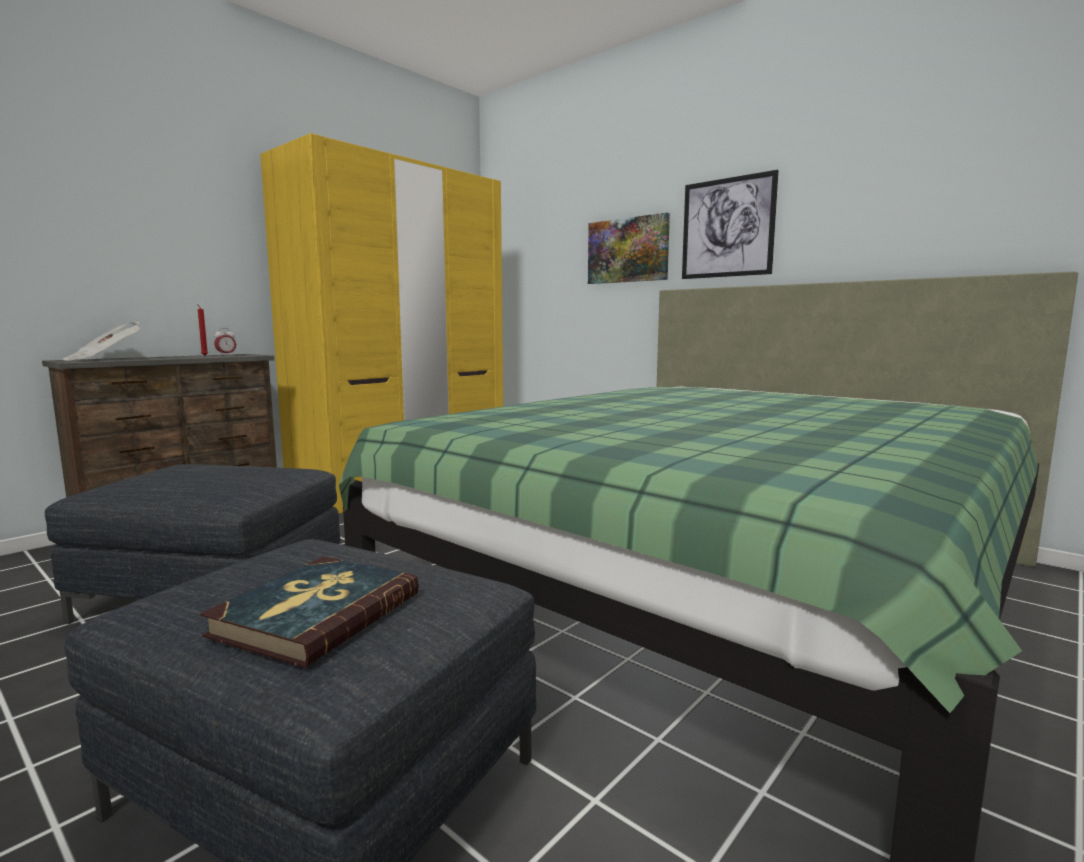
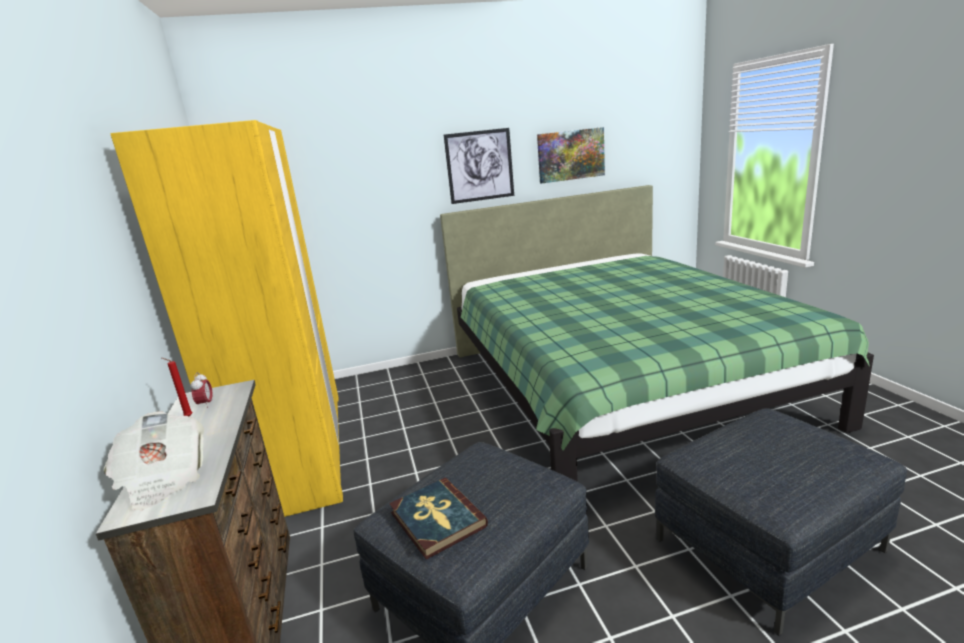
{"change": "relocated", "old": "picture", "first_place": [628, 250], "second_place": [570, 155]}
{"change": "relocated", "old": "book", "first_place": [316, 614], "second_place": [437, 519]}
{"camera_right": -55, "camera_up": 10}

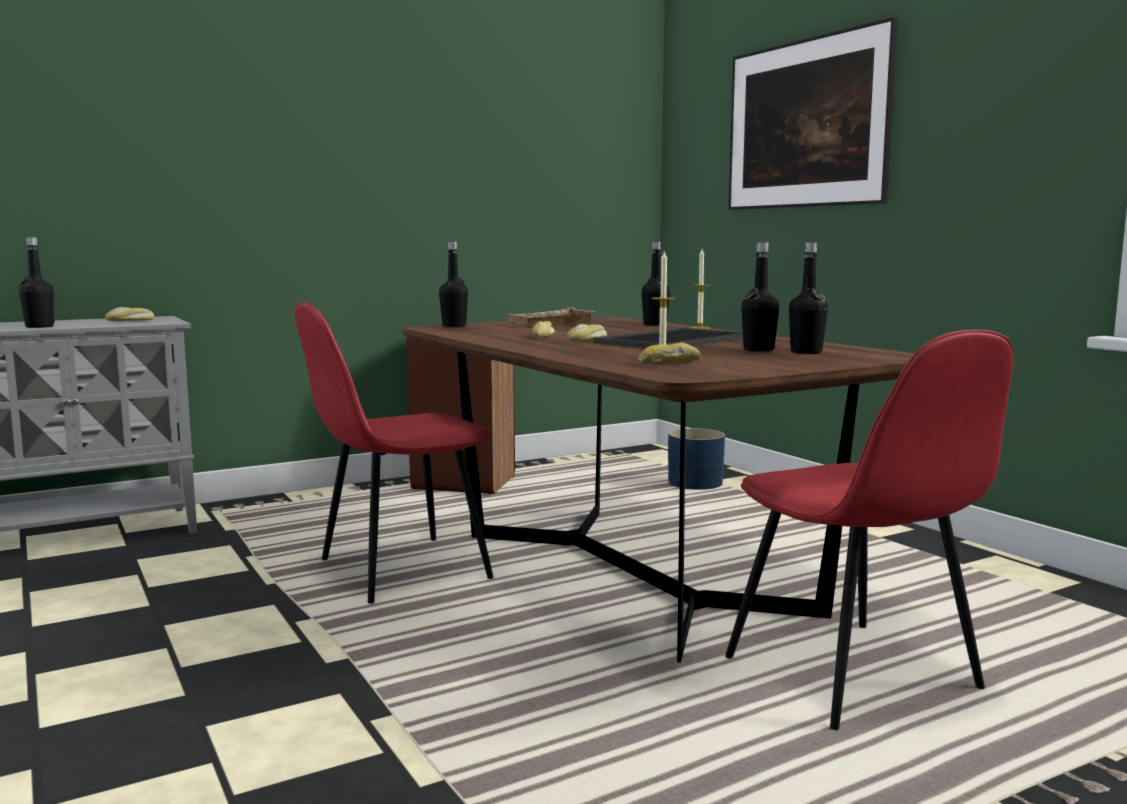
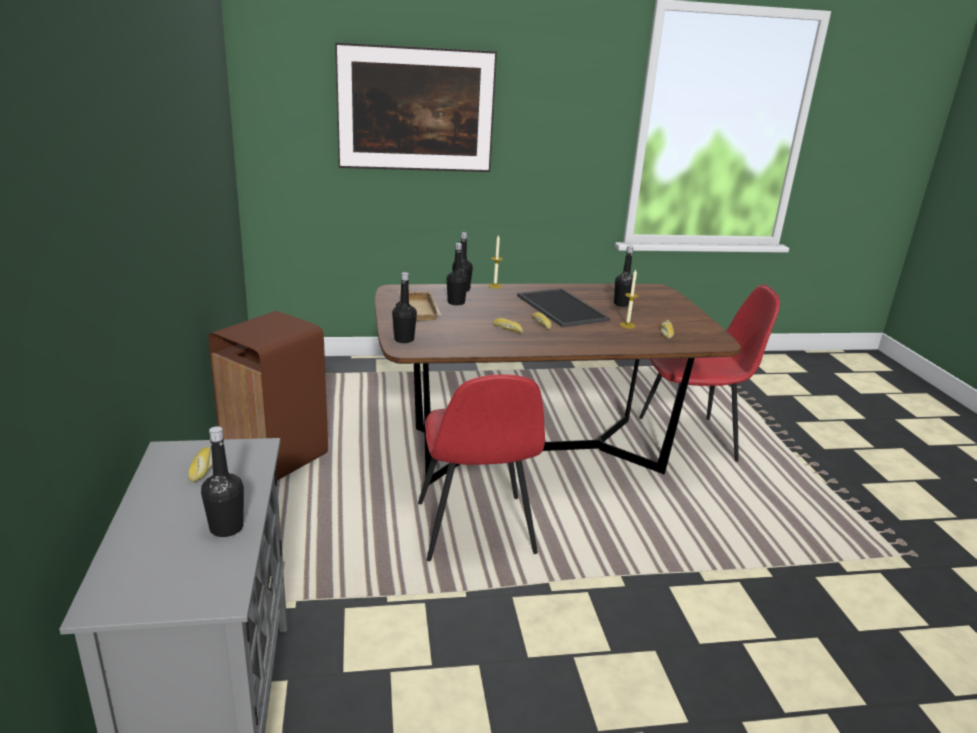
{"change": "relocated", "old": "bottle in black", "first_place": [806, 352], "second_place": [456, 302]}
{"change": "missing", "old": "planter in blue", "first_place": [695, 483]}
{"camera_right": -70, "camera_up": 15}

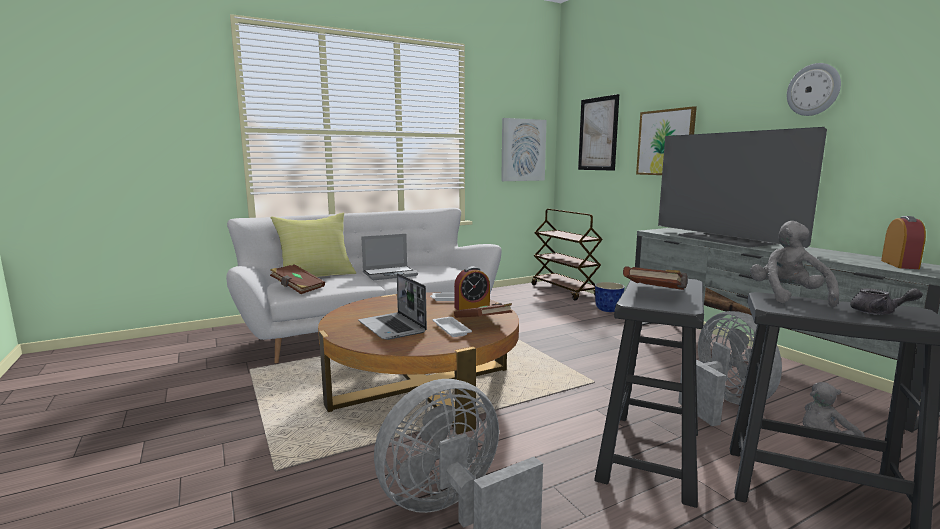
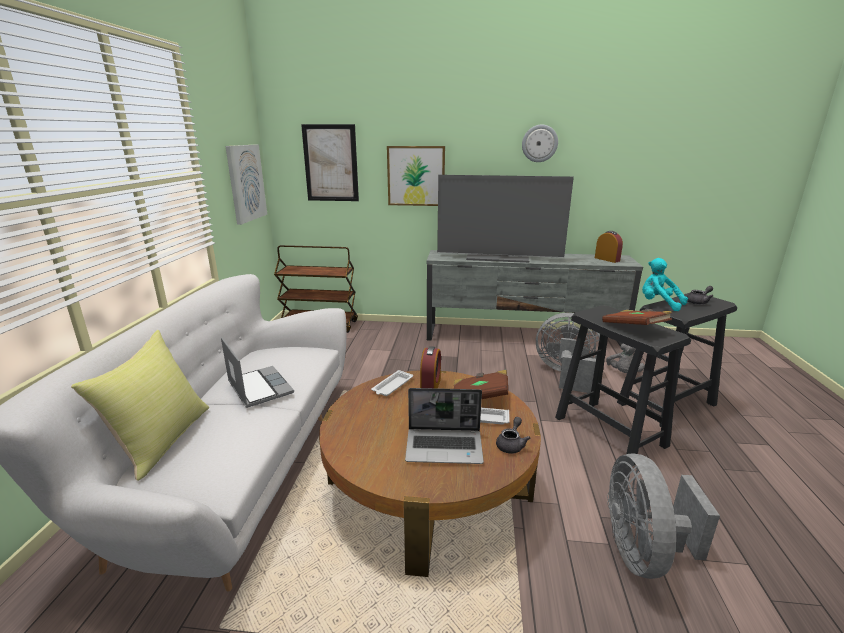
{"change": "colour", "old": "plush toy in grey", "new": "plush toy in turquoise", "first_place": [788, 297], "second_place": [658, 304]}
{"change": "spun", "old": "laptop", "first_place": [390, 274], "second_place": [258, 387], "degrees": -45}
{"change": "missing", "old": "book in brown", "first_place": [297, 288]}
{"change": "missing", "old": "planter", "first_place": [608, 310]}
{"change": "appeared", "new": "teapot in grey", "second_place": [511, 444]}
{"camera_right": -55, "camera_up": 10}

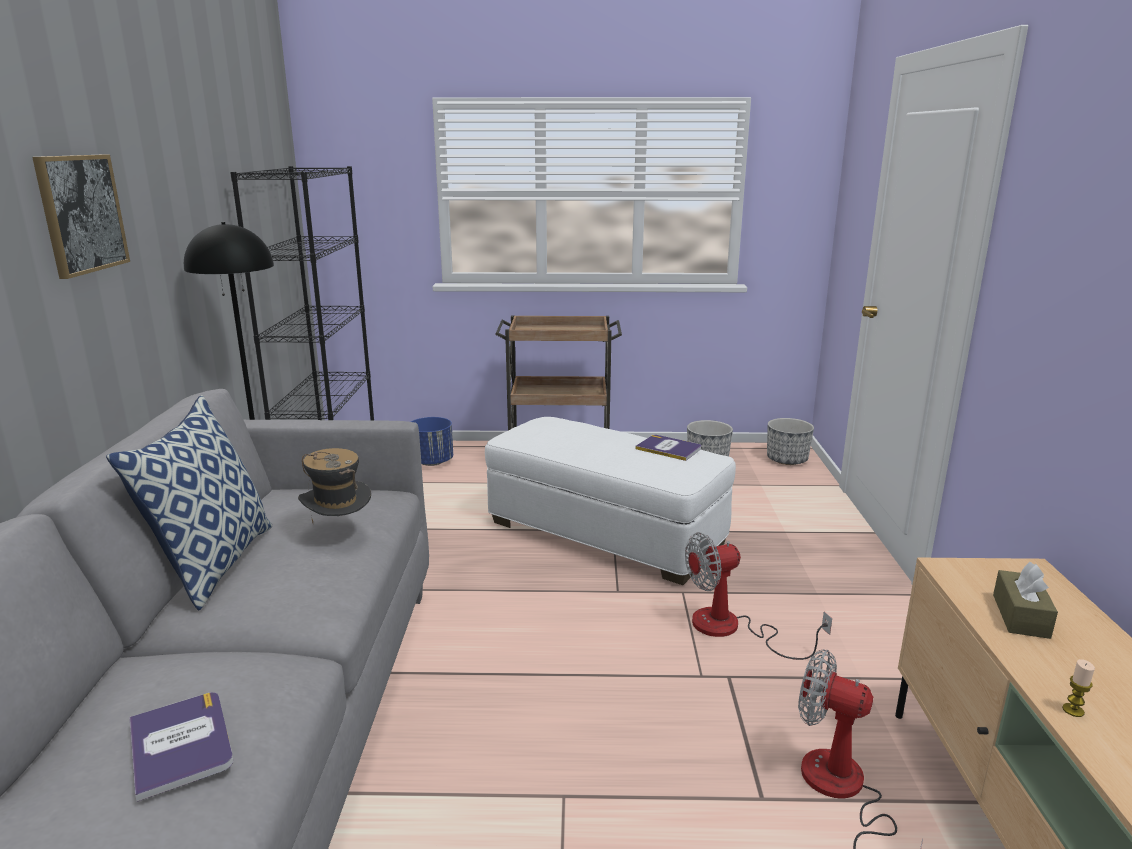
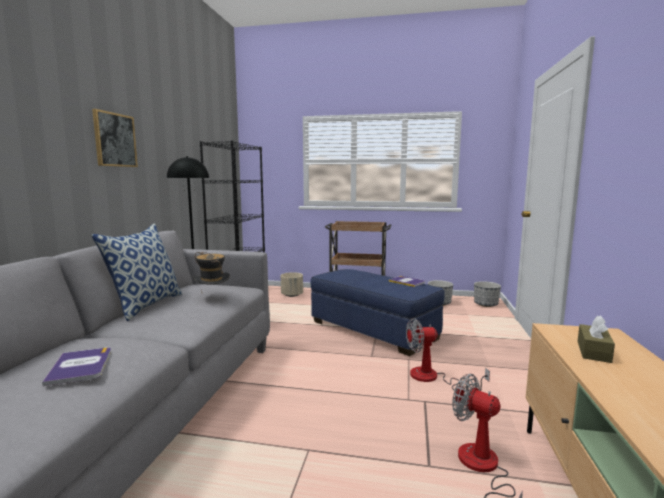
{"change": "colour", "old": "planter in blue", "new": "planter in beige", "first_place": [432, 462], "second_place": [292, 295]}
{"change": "colour", "old": "ottoman in white", "new": "ottoman in blue", "first_place": [605, 533], "second_place": [373, 330]}
{"change": "missing", "old": "candle", "first_place": [1073, 710]}
{"camera_right": 10, "camera_up": -10}

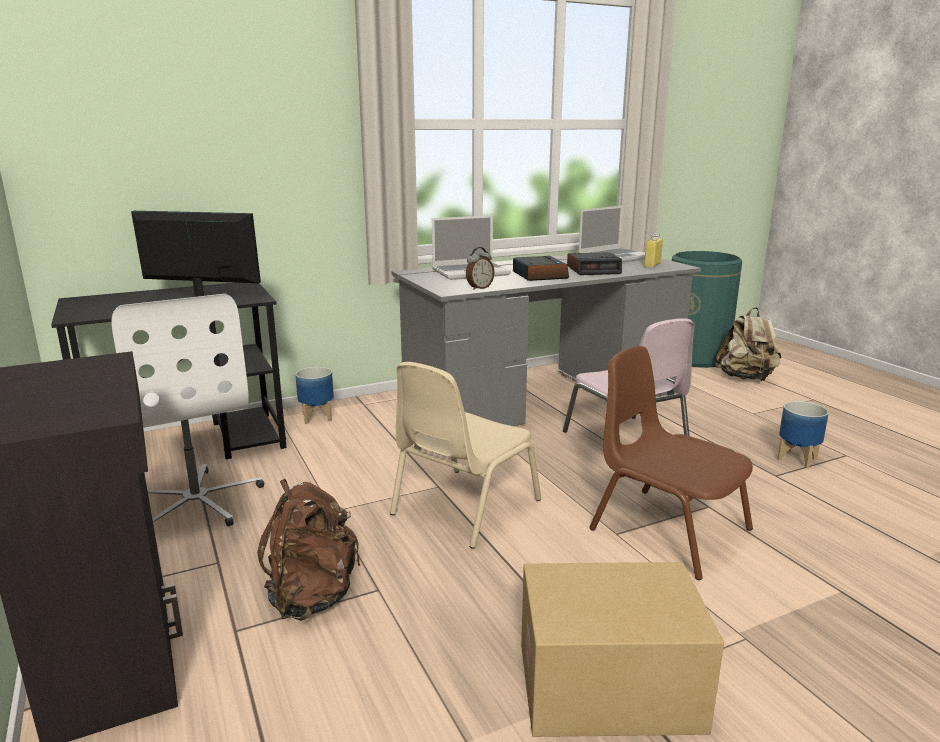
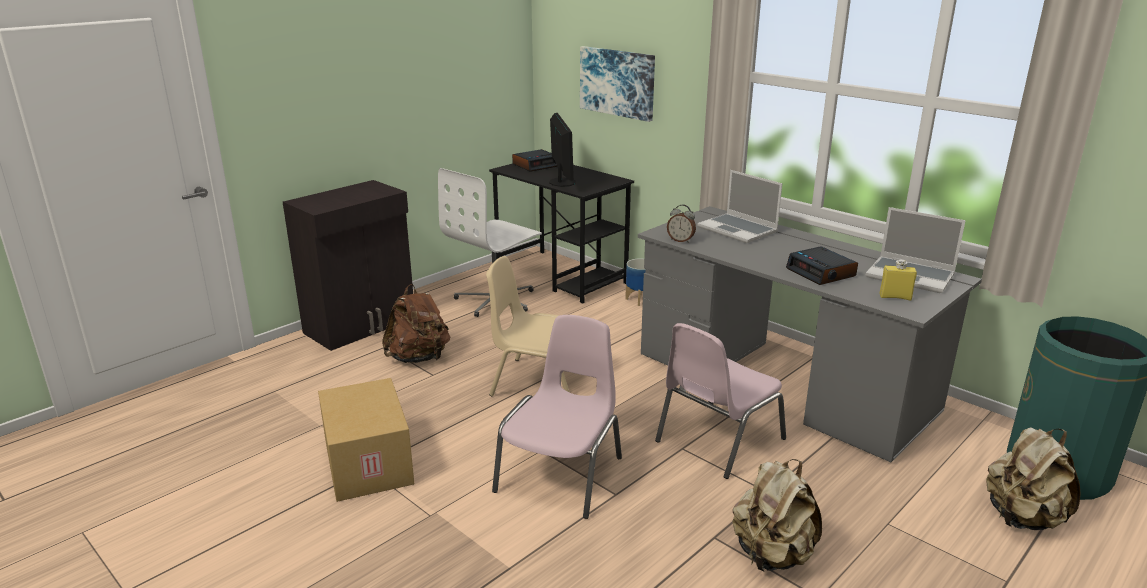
{"change": "relocated", "old": "alarm clock", "first_place": [539, 275], "second_place": [535, 165]}
{"change": "colour", "old": "chair in brown", "new": "chair in pink", "first_place": [667, 529], "second_place": [562, 474]}
{"change": "exchanged", "old": "planter", "new": "backpack in beige", "first_place": [797, 459], "second_place": [772, 555]}
{"change": "appeared", "new": "picture", "second_place": [617, 82]}
{"camera_right": 70, "camera_up": 5}

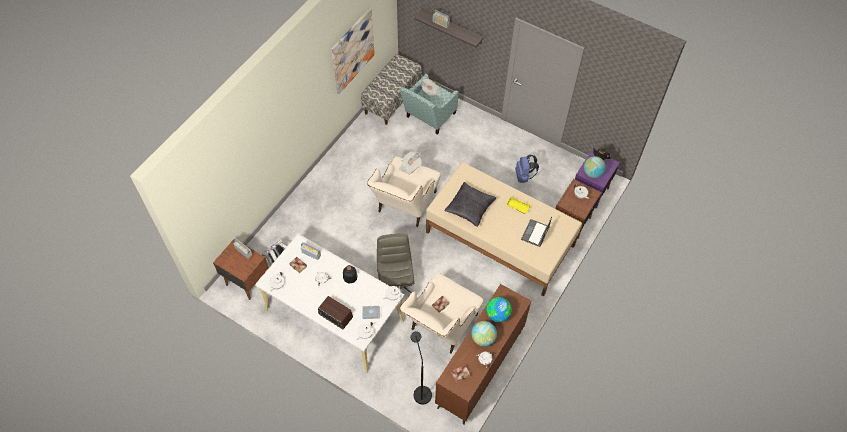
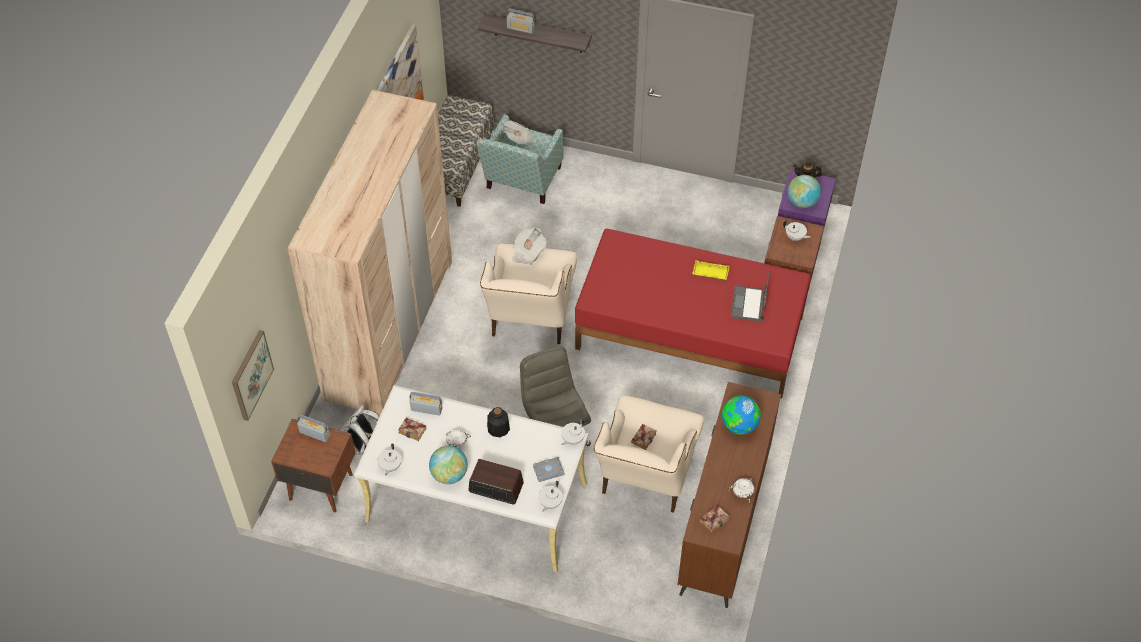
{"change": "missing", "old": "backpack in blue", "first_place": [524, 176]}
{"change": "colour", "old": "bed in beige", "new": "bed in red", "first_place": [500, 239], "second_place": [690, 333]}
{"change": "missing", "old": "pillow in black", "first_place": [470, 207]}
{"change": "relocated", "old": "globe", "first_place": [483, 338], "second_place": [449, 474]}
{"change": "missing", "old": "floor lamp in black", "first_place": [420, 390]}
{"change": "appeared", "new": "wardrobe in beige", "second_place": [390, 328]}
{"change": "appeared", "new": "picture", "second_place": [251, 375]}
{"camera_right": -15, "camera_up": -5}

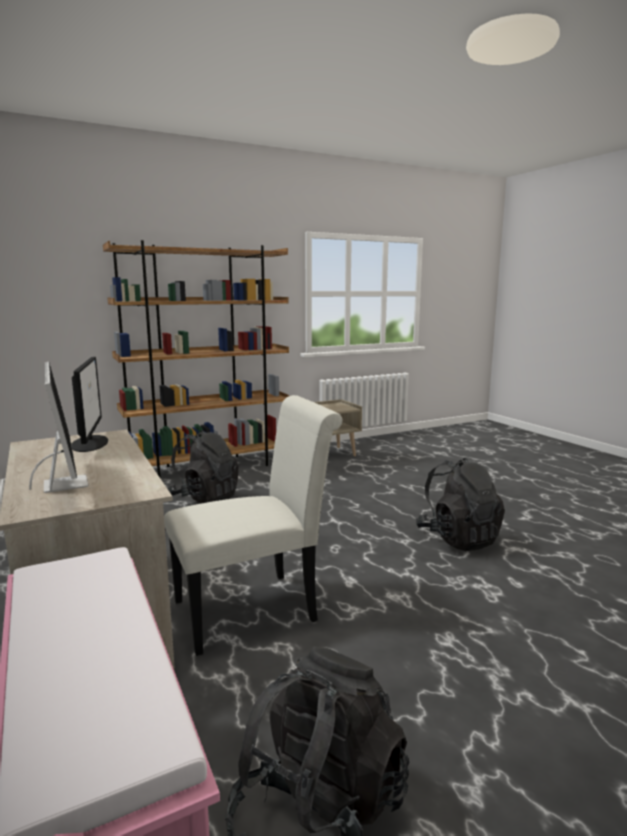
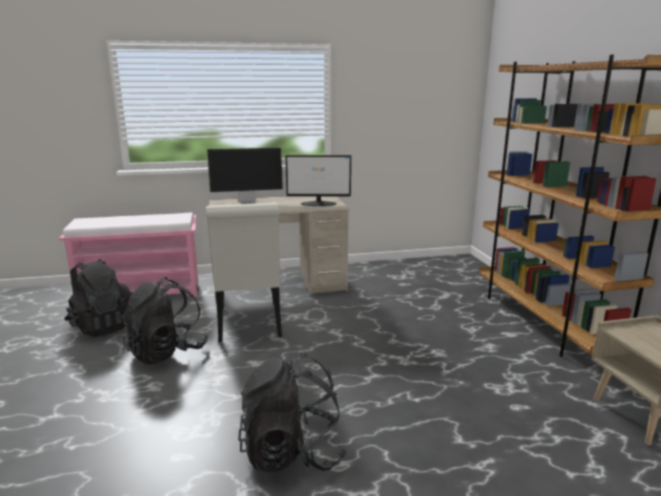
{"change": "relocated", "old": "backpack in black", "first_place": [205, 498], "second_place": [167, 351]}
{"camera_right": 105, "camera_up": 5}

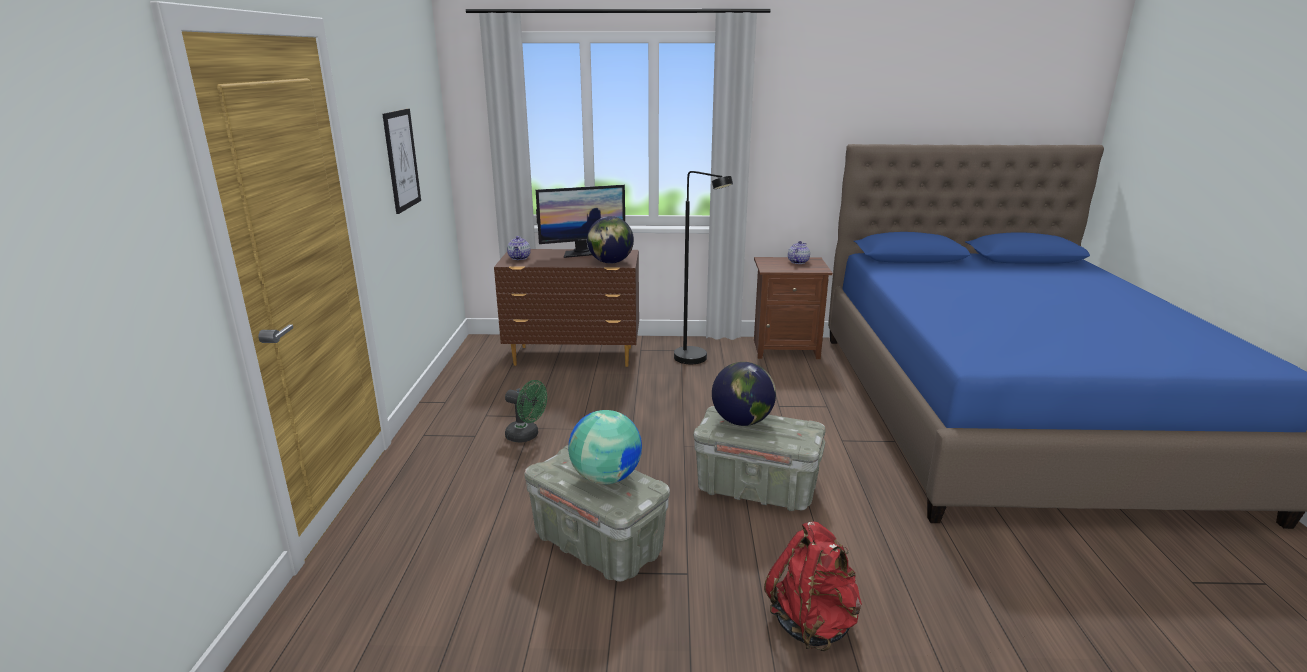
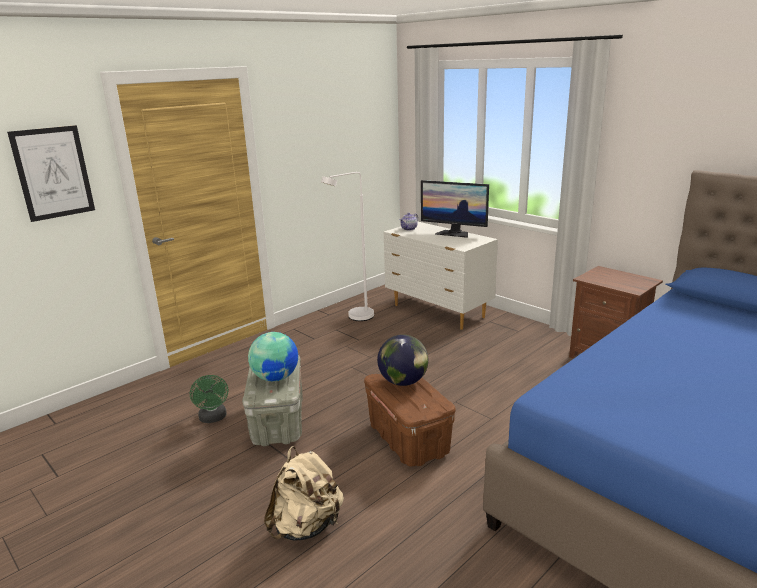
{"change": "relocated", "old": "picture", "first_place": [402, 160], "second_place": [53, 173]}
{"change": "missing", "old": "floor lamp in black", "first_place": [696, 360]}
{"change": "missing", "old": "globe", "first_place": [610, 262]}
{"change": "missing", "old": "teapot", "first_place": [797, 262]}
{"change": "colour", "old": "dresser in brown", "new": "dresser in white", "first_place": [574, 357], "second_place": [438, 312]}
{"change": "relocated", "old": "fan in green", "first_place": [527, 436], "second_place": [213, 418]}
{"change": "colour", "old": "storage box in grey", "new": "storage box in brown", "first_place": [755, 489], "second_place": [407, 439]}
{"change": "colour", "old": "backpack in red", "new": "backpack in beige", "first_place": [812, 622], "second_place": [306, 526]}
{"change": "appeared", "new": "floor lamp in white", "second_place": [355, 318]}
{"camera_right": 45, "camera_up": 0}

